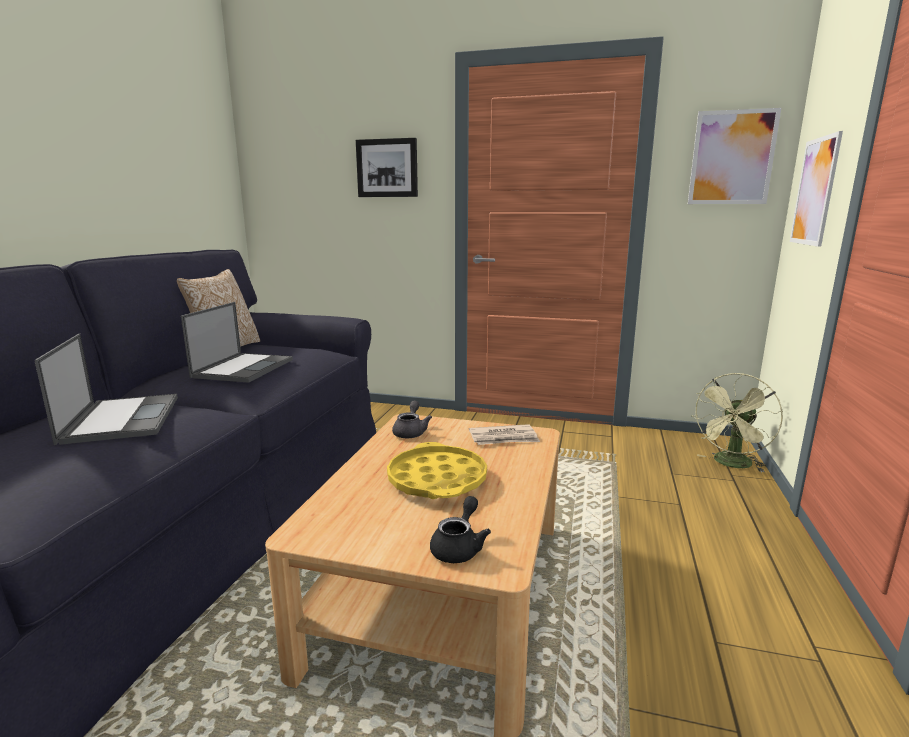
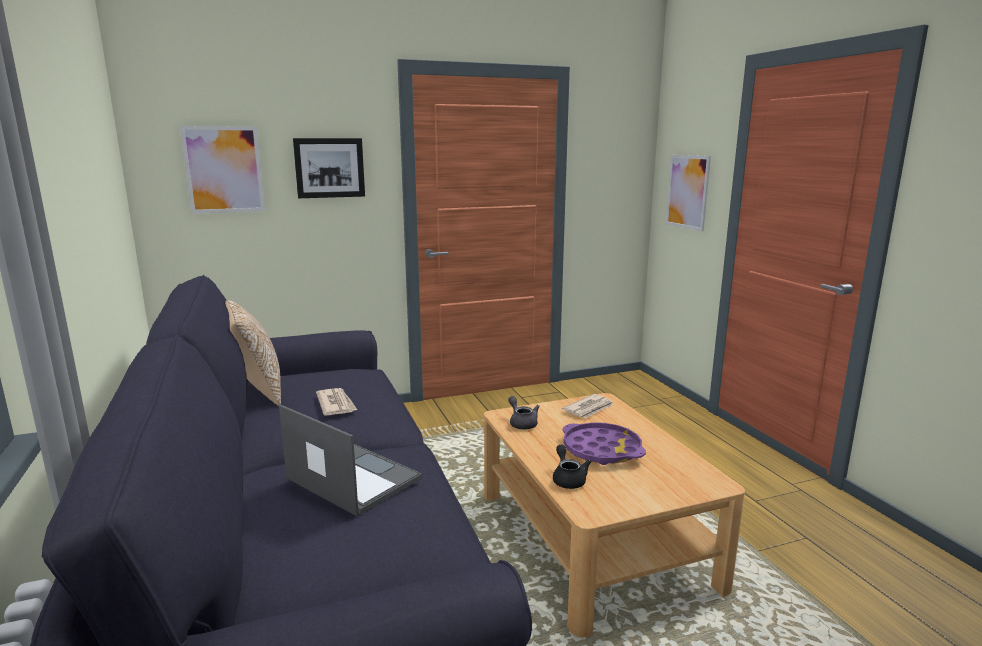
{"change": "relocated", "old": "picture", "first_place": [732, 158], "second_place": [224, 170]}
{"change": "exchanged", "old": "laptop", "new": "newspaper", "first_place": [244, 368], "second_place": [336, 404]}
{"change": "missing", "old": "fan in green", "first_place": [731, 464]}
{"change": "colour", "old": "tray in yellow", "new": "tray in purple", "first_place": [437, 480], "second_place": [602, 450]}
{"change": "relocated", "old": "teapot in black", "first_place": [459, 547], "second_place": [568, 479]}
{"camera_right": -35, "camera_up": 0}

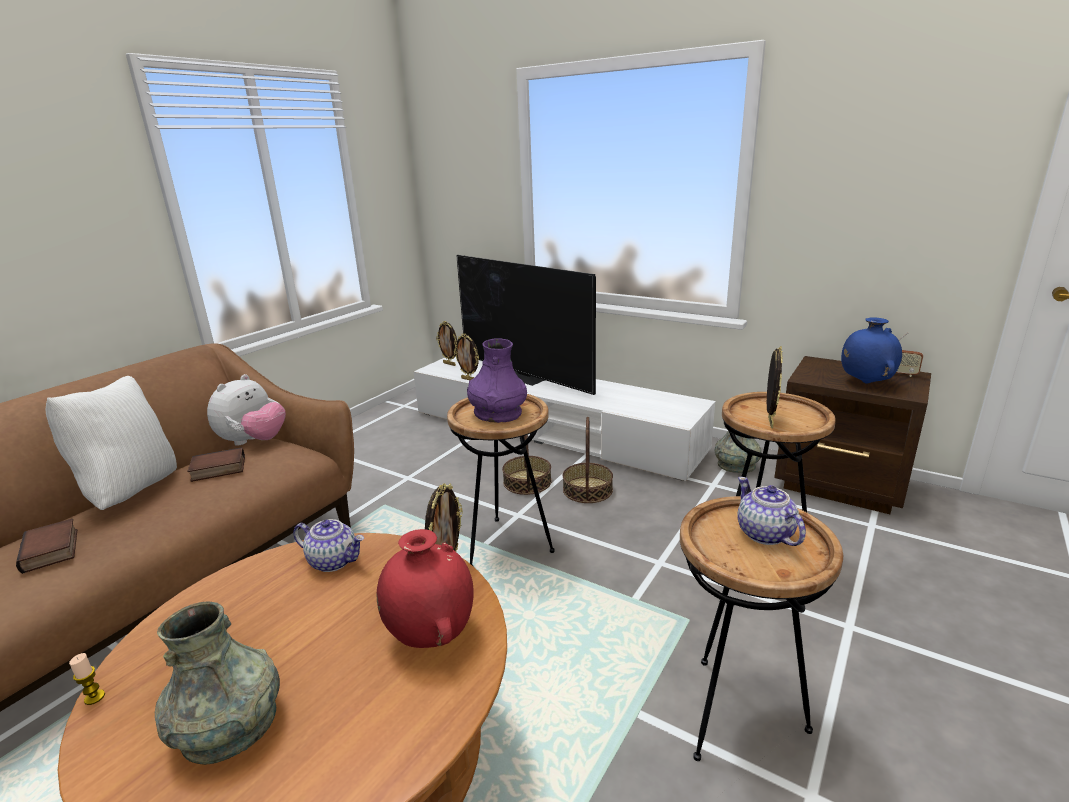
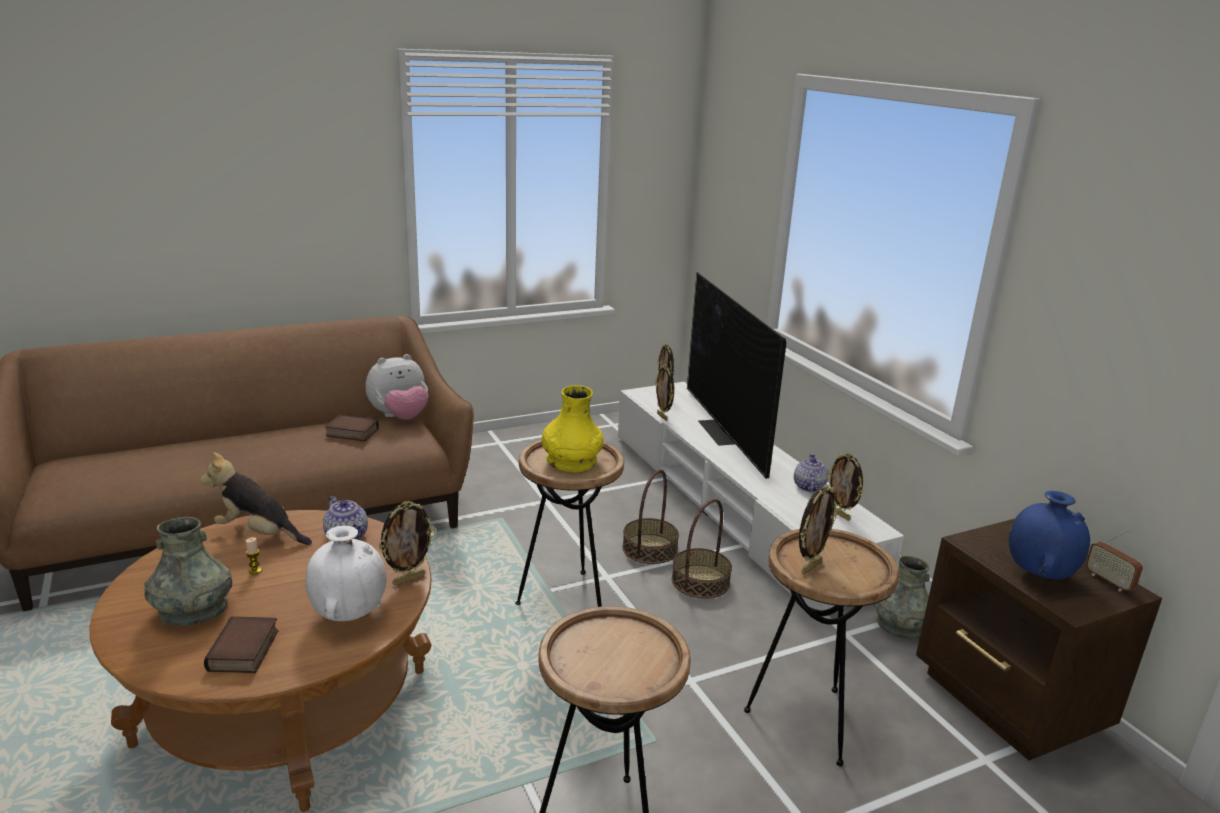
{"change": "colour", "old": "vase in purple", "new": "vase in yellow", "first_place": [498, 413], "second_place": [571, 461]}
{"change": "missing", "old": "pillow in white", "first_place": [131, 491]}
{"change": "relocated", "old": "teapot", "first_place": [765, 534], "second_place": [808, 487]}
{"change": "relocated", "old": "book", "first_place": [53, 550], "second_place": [245, 651]}
{"change": "colour", "old": "vase in red", "new": "vase in white", "first_place": [431, 634], "second_place": [349, 615]}
{"change": "relocated", "old": "candle", "first_place": [94, 697], "second_place": [255, 571]}
{"change": "appeared", "new": "plush toy", "second_place": [259, 534]}
{"change": "appeared", "new": "picture frame", "second_place": [840, 515]}
{"camera_right": 30, "camera_up": 0}

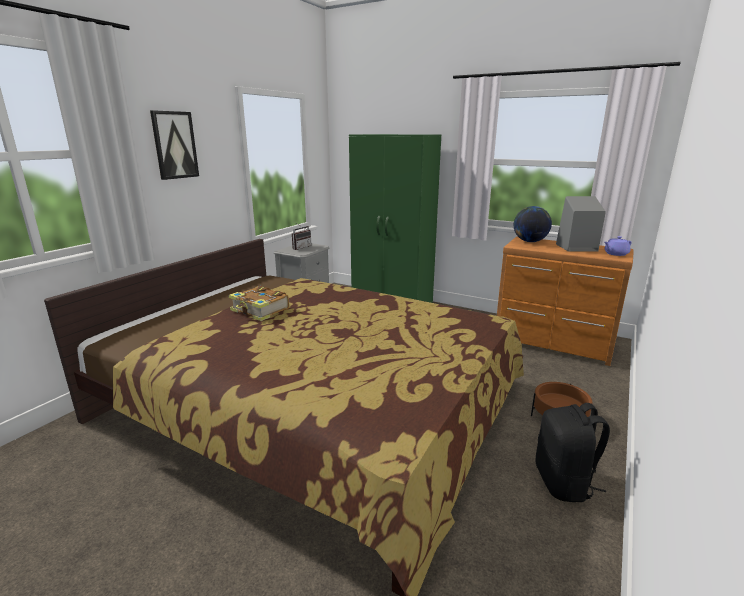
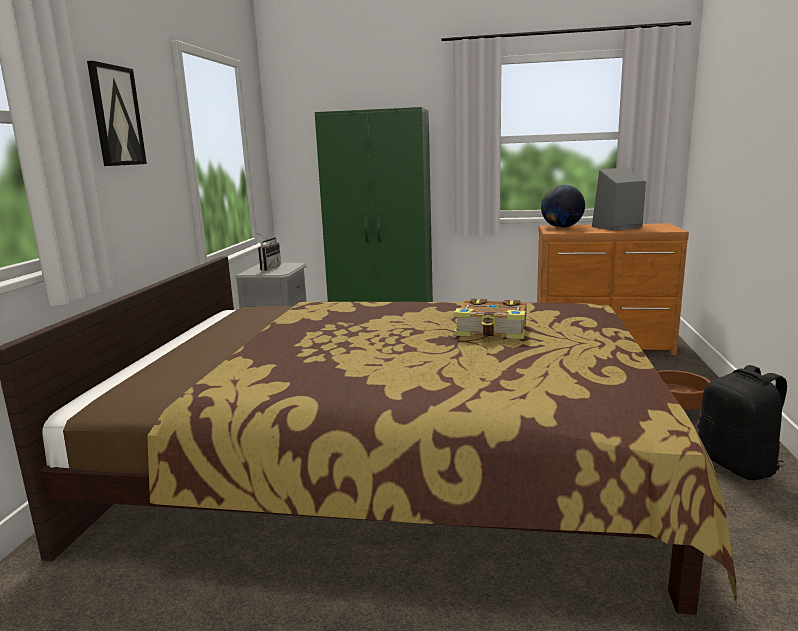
{"change": "missing", "old": "teapot in purple", "first_place": [615, 254]}
{"change": "relocated", "old": "book", "first_place": [260, 311], "second_place": [492, 330]}
{"camera_right": -20, "camera_up": -5}

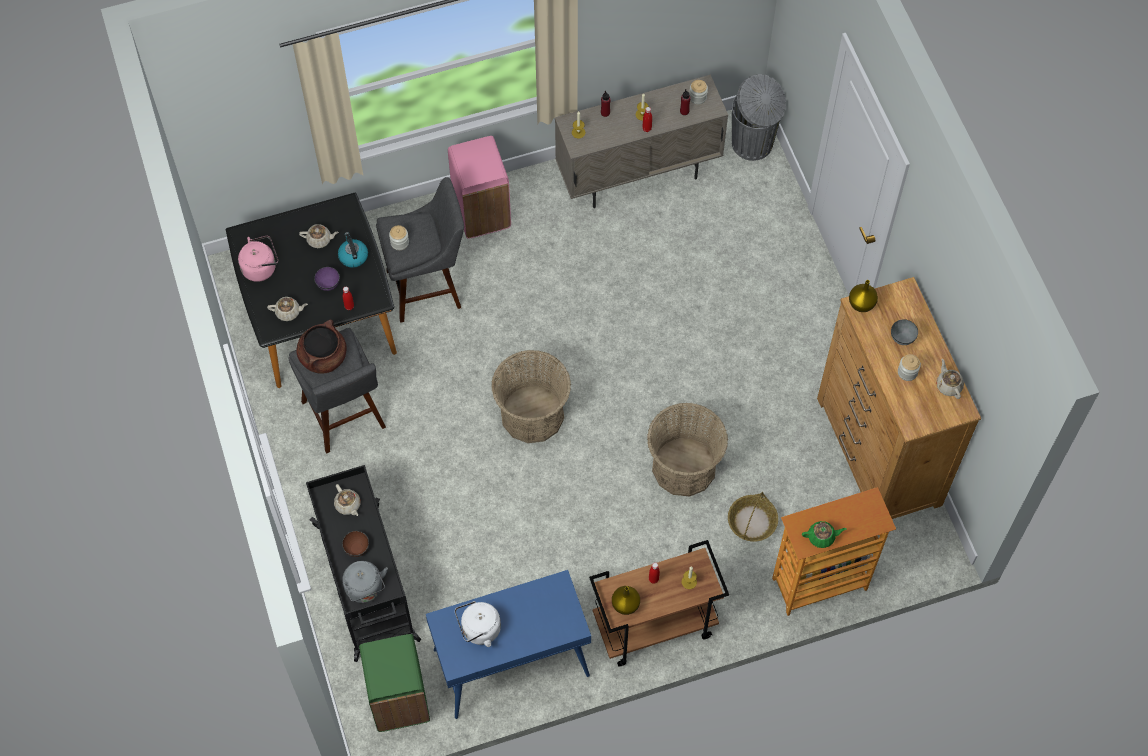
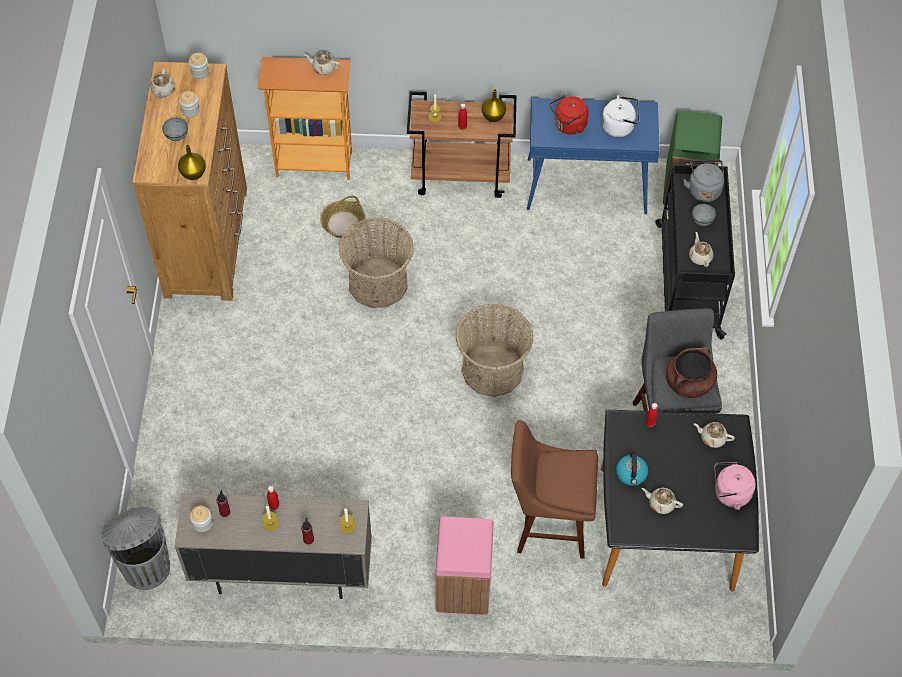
{"change": "colour", "old": "stool in grey", "new": "stool in brown", "first_place": [428, 288], "second_place": [547, 524]}
{"change": "relocated", "old": "jar", "first_place": [399, 242], "second_place": [200, 72]}
{"change": "missing", "old": "bowl in purple", "first_place": [328, 284]}
{"change": "colour", "old": "teapot in green", "new": "teapot in beige", "first_place": [822, 537], "second_place": [323, 68]}
{"change": "colour", "old": "bowl in brown", "new": "bowl in grey", "first_place": [357, 548], "second_place": [701, 221]}
{"change": "appeared", "new": "kettle in red", "second_place": [568, 126]}
{"camera_right": -160, "camera_up": -5}

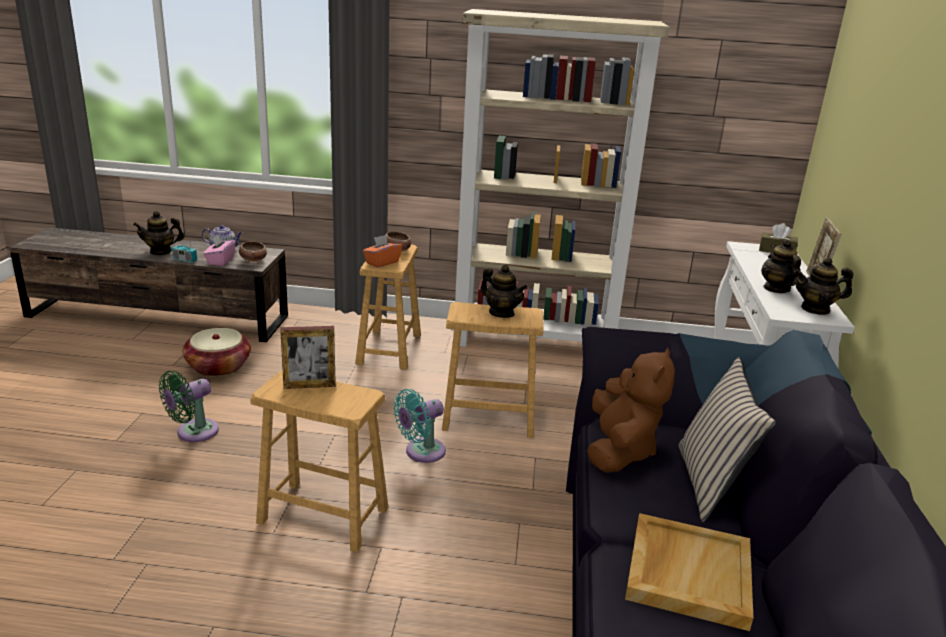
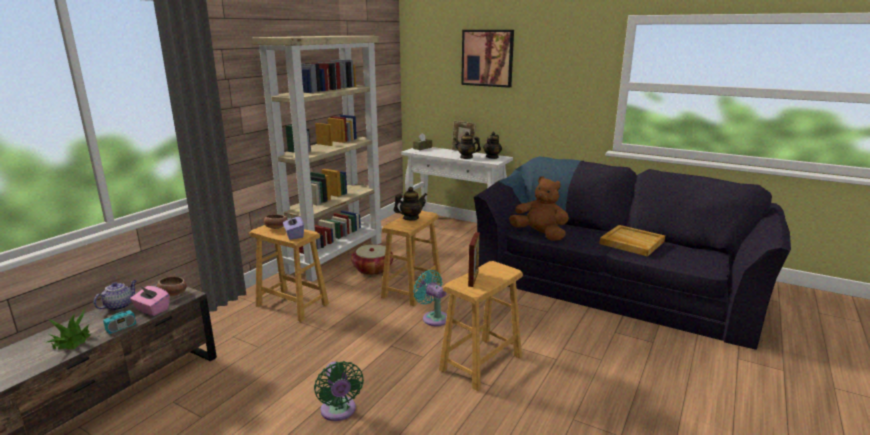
{"change": "exchanged", "old": "teapot", "new": "potted plant", "first_place": [161, 251], "second_place": [72, 340]}
{"change": "colour", "old": "tissue box in orange", "new": "tissue box in purple", "first_place": [382, 262], "second_place": [294, 235]}
{"change": "relocated", "old": "basket", "first_place": [218, 366], "second_place": [373, 269]}
{"change": "missing", "old": "pillow in beige", "first_place": [710, 483]}
{"change": "spun", "old": "fan in turquoise", "first_place": [421, 452], "second_place": [433, 317], "degrees": 150}
{"change": "appeared", "new": "picture", "second_place": [487, 58]}
{"camera_right": -65, "camera_up": -5}

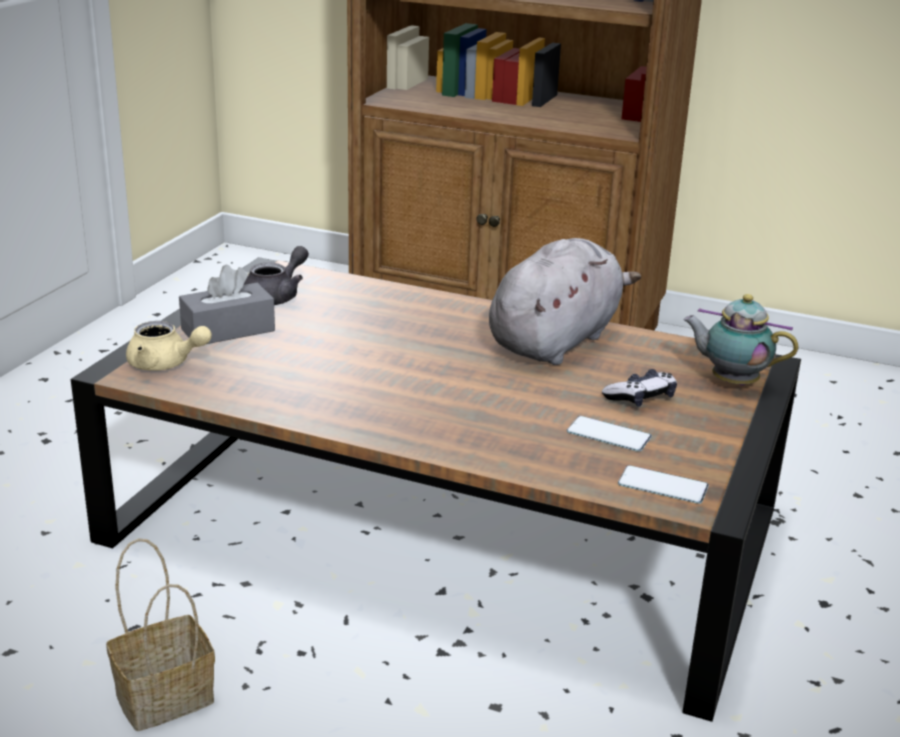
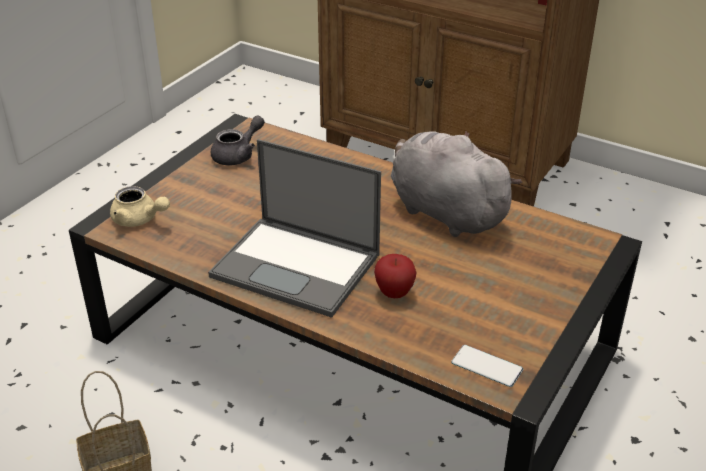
{"change": "spun", "old": "plush toy in grey", "first_place": [556, 340], "second_place": [444, 211], "degrees": -90}
{"change": "missing", "old": "tissue box in grey", "first_place": [228, 330]}
{"change": "missing", "old": "teapot", "first_place": [731, 382]}
{"change": "missing", "old": "game controller", "first_place": [640, 398]}
{"change": "missing", "old": "phone", "first_place": [608, 434]}
{"change": "appeared", "new": "laptop", "second_place": [298, 266]}
{"change": "appeared", "new": "apple", "second_place": [394, 293]}
{"camera_right": 10, "camera_up": 10}

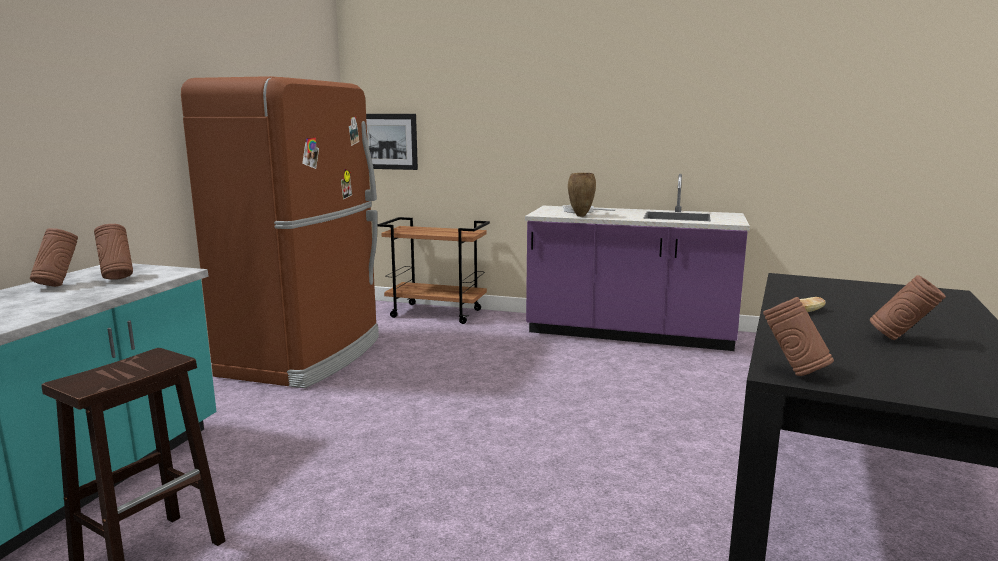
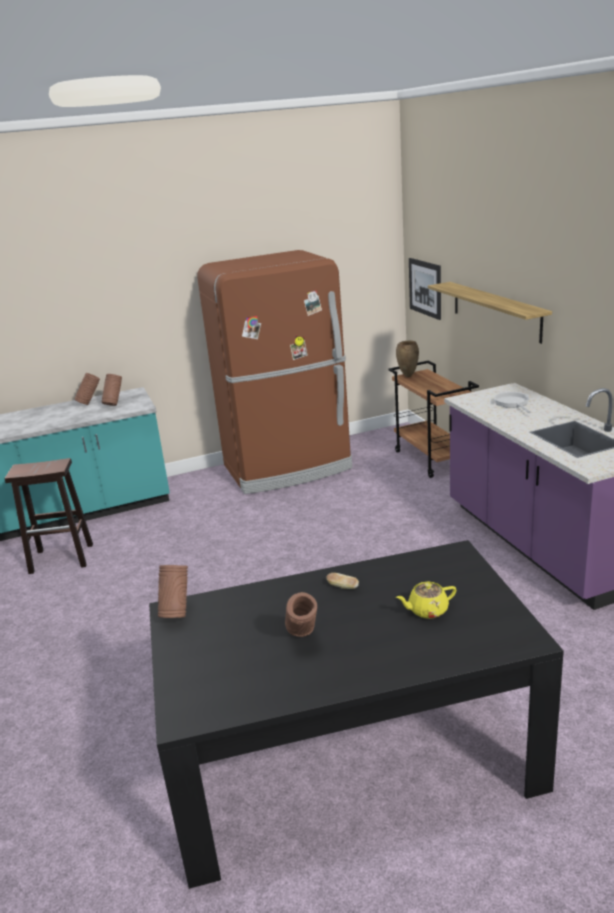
{"change": "relocated", "old": "vase in brown", "first_place": [580, 216], "second_place": [407, 376]}
{"change": "appeared", "new": "shelf", "second_place": [495, 311]}
{"change": "appeared", "new": "teapot in yellow", "second_place": [427, 610]}
{"camera_right": 55, "camera_up": 10}

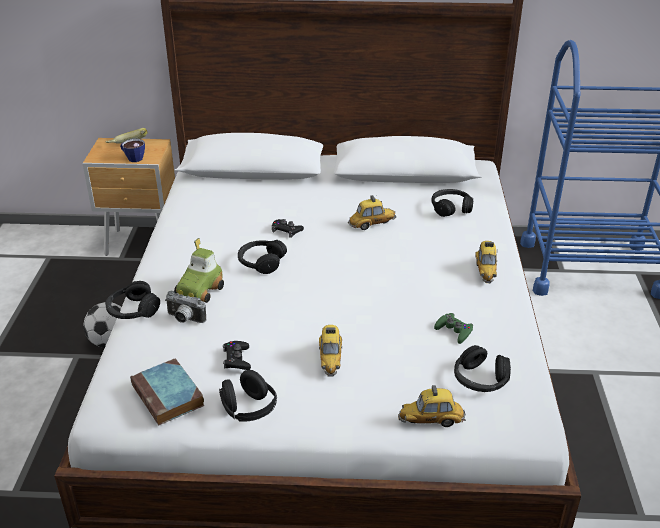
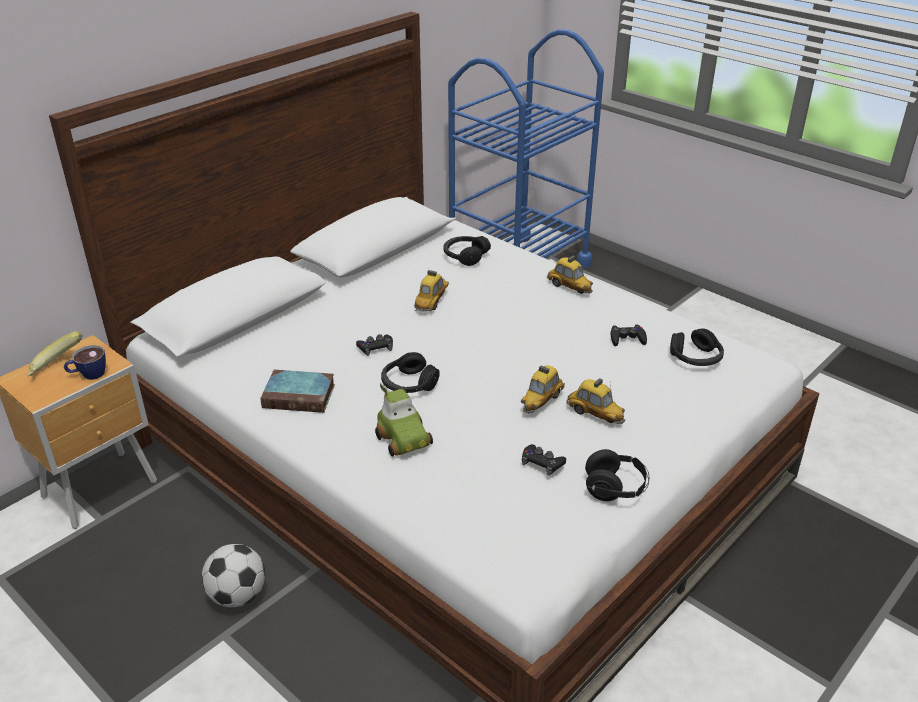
{"change": "missing", "old": "headphones in black", "first_place": [132, 310]}
{"change": "missing", "old": "photo camera", "first_place": [184, 319]}
{"change": "colour", "old": "game controller in green", "new": "game controller in black", "first_place": [454, 331], "second_place": [627, 339]}
{"change": "relocated", "old": "book", "first_place": [169, 396], "second_place": [300, 396]}
{"change": "relocated", "old": "toy car", "first_place": [431, 420], "second_place": [541, 401]}
{"camera_right": -50, "camera_up": 0}

